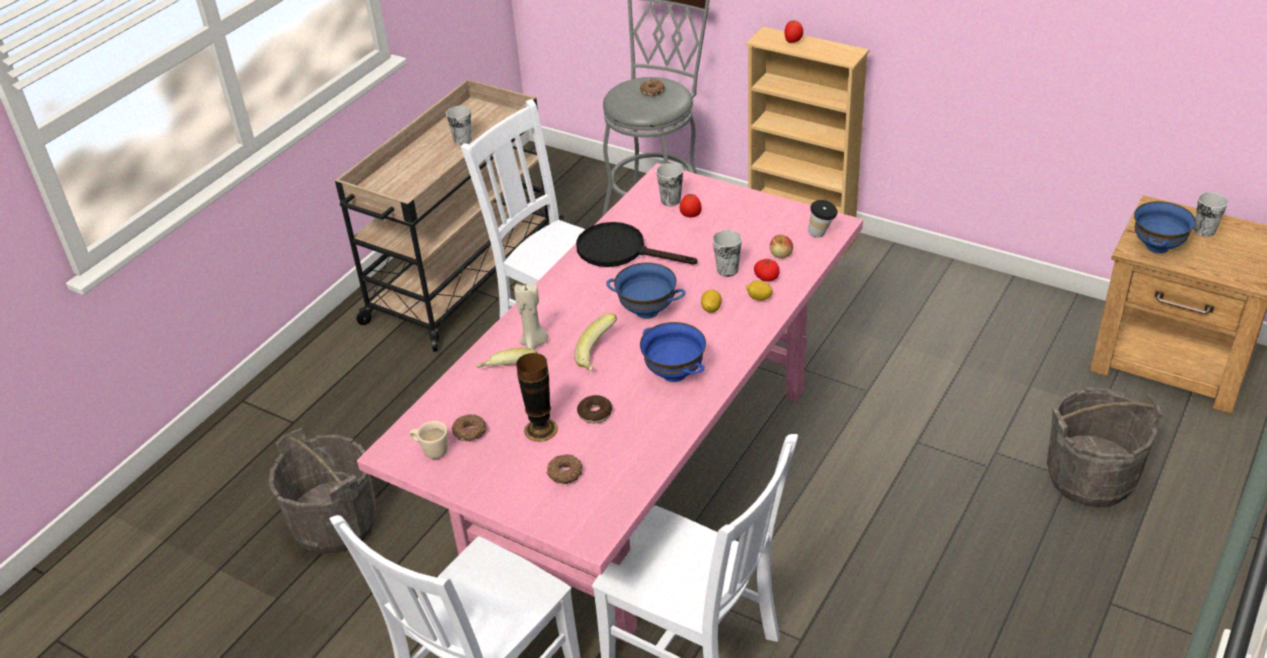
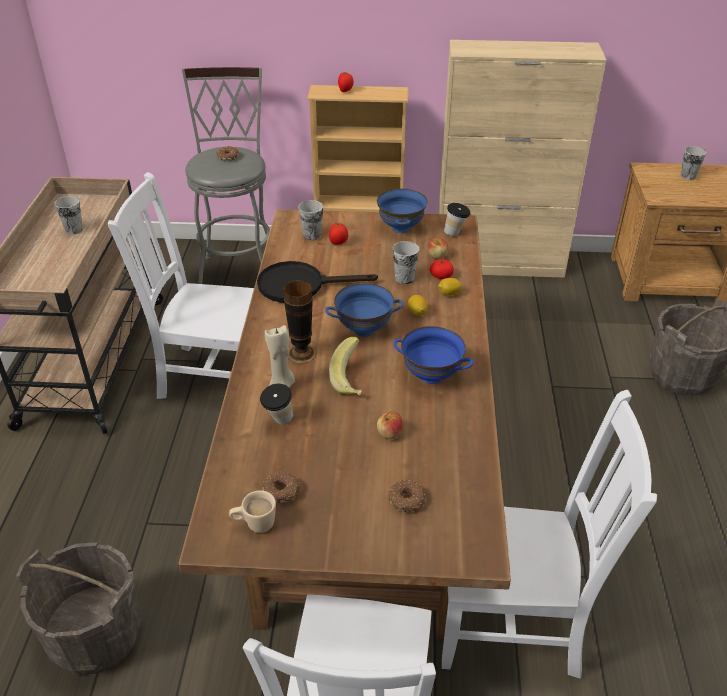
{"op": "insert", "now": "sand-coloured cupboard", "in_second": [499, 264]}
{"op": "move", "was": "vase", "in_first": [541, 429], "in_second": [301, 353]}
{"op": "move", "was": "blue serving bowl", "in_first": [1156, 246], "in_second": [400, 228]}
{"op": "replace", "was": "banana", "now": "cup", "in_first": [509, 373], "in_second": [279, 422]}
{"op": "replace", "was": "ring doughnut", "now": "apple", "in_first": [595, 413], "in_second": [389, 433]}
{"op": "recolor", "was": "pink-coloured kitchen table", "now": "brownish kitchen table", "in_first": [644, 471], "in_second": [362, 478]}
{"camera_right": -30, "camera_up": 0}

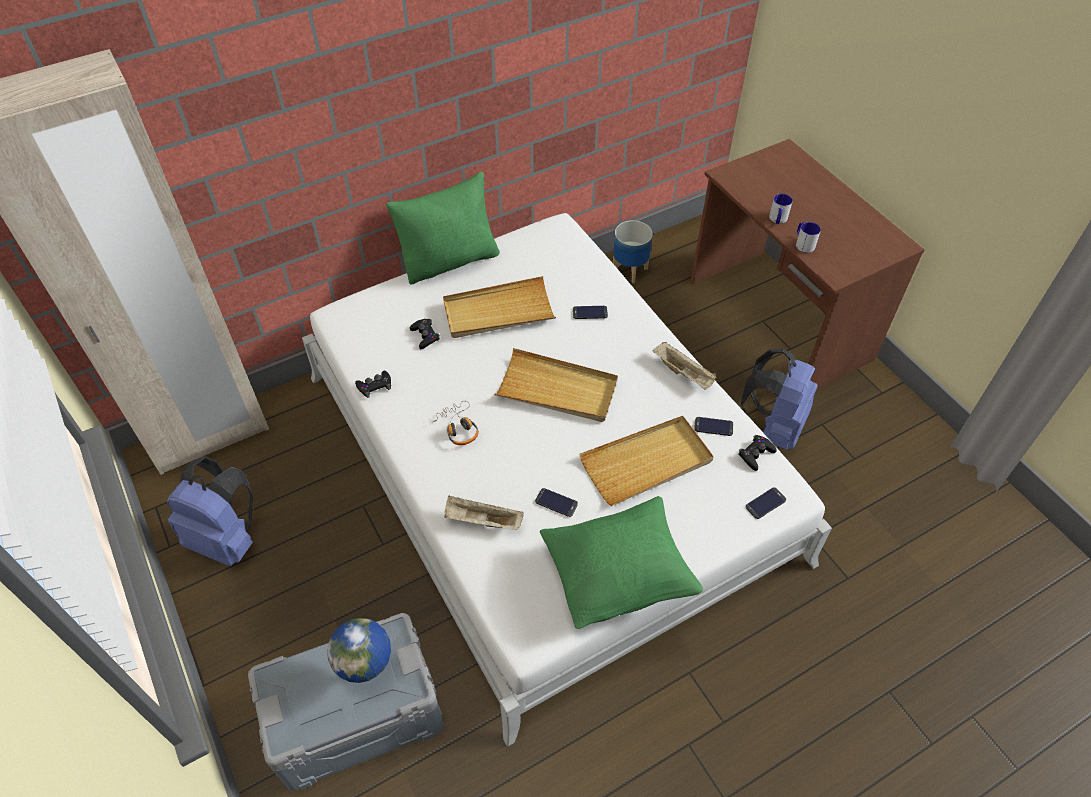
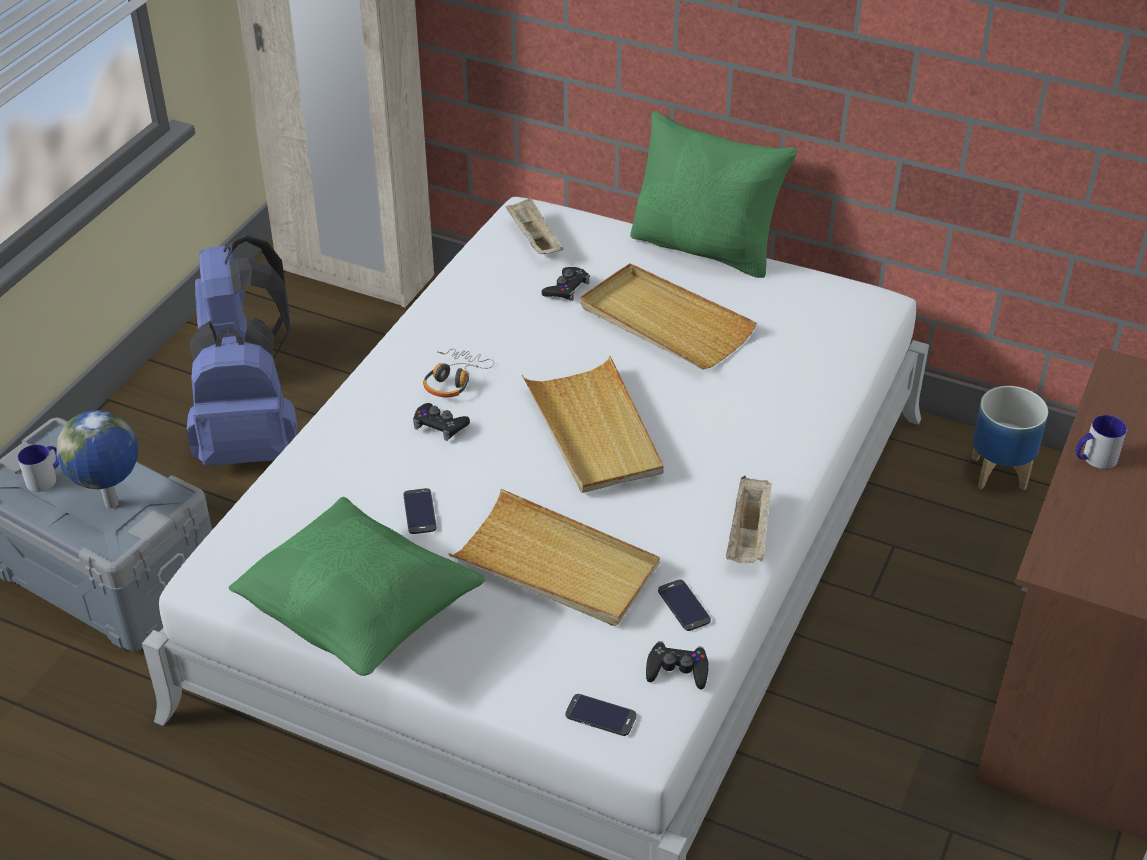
{"op": "delete", "was": "phone", "in_first": [590, 312]}
{"op": "move", "was": "black game controller", "in_first": [375, 386], "in_second": [440, 425]}
{"op": "move", "was": "sand-coloured tray", "in_first": [482, 521], "in_second": [533, 240]}
{"op": "move", "was": "blue backpack", "in_first": [774, 426], "in_second": [248, 448]}
{"op": "move", "was": "coffee mug", "in_first": [803, 243], "in_second": [46, 478]}
{"camera_right": 55, "camera_up": -10}

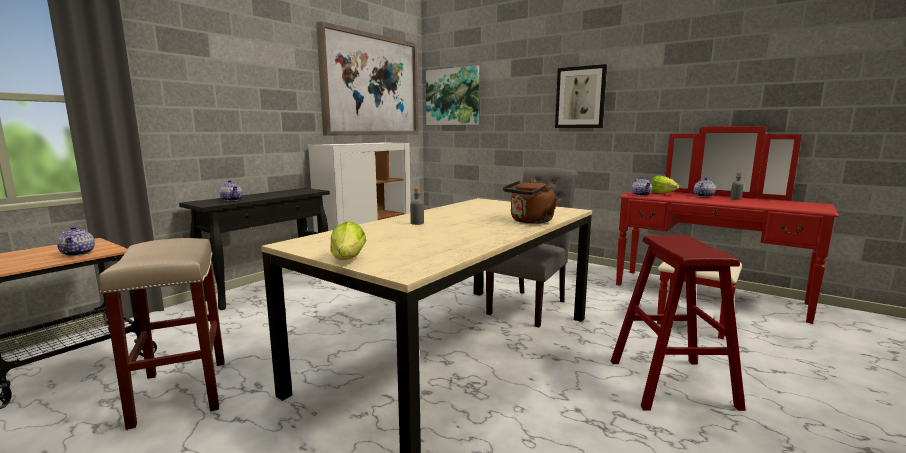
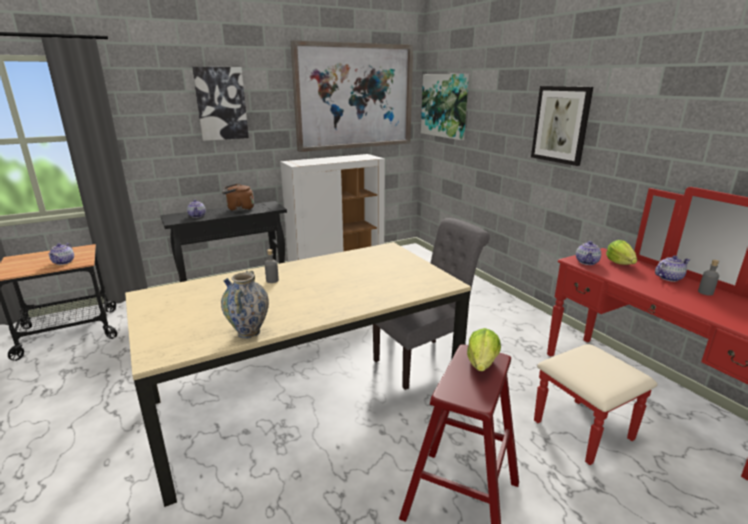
{"op": "delete", "was": "sand-coloured sitting stool", "in_first": [180, 391]}
{"op": "insert", "now": "wall picture", "in_second": [221, 103]}
{"op": "insert", "now": "vase", "in_second": [248, 332]}
{"op": "move", "was": "lettuce head", "in_first": [348, 260], "in_second": [482, 363]}
{"op": "move", "was": "brownish water kettle", "in_first": [530, 221], "in_second": [239, 209]}
{"camera_right": 25, "camera_up": 10}

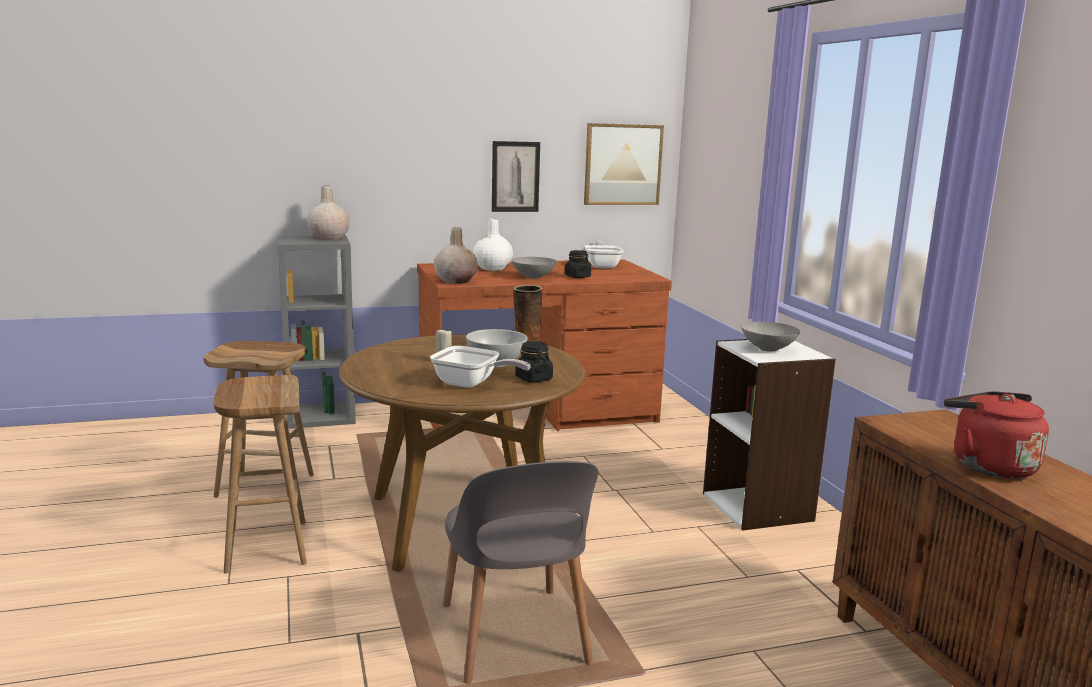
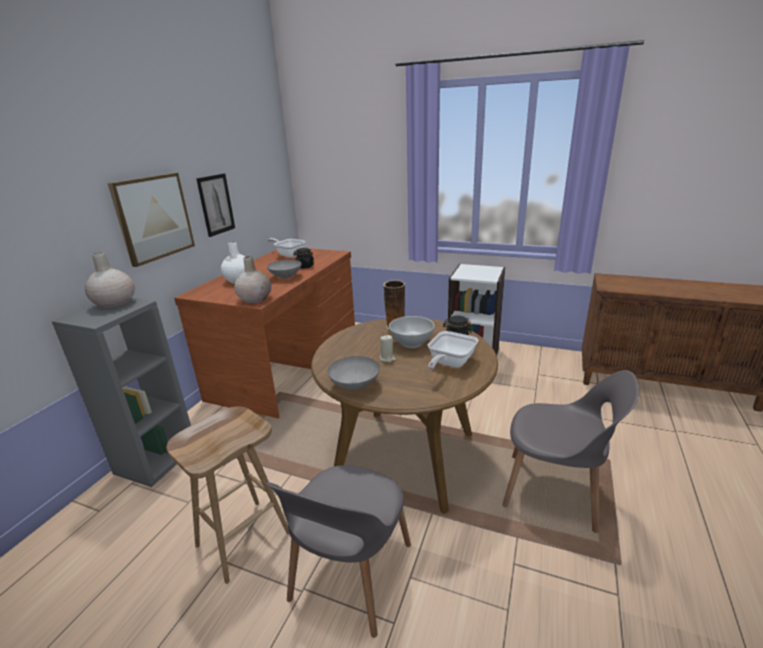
{"op": "delete", "was": "reddish water kettle", "in_first": [988, 465]}
{"op": "move", "was": "wall picture", "in_first": [622, 164], "in_second": [153, 217]}
{"op": "move", "was": "grey serving bowl", "in_first": [767, 349], "in_second": [355, 386]}
{"op": "replace", "was": "brownish sitting stool", "now": "grey upright chair", "in_first": [265, 545], "in_second": [350, 574]}
{"op": "rotate", "was": "frying pan", "in_first": [471, 384], "in_second": [449, 363], "clockwise": 150}
{"camera_right": -50, "camera_up": 10}

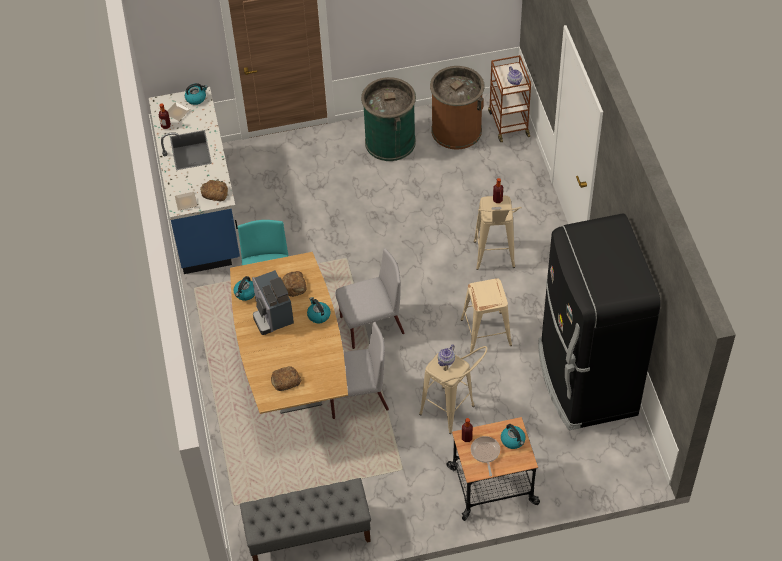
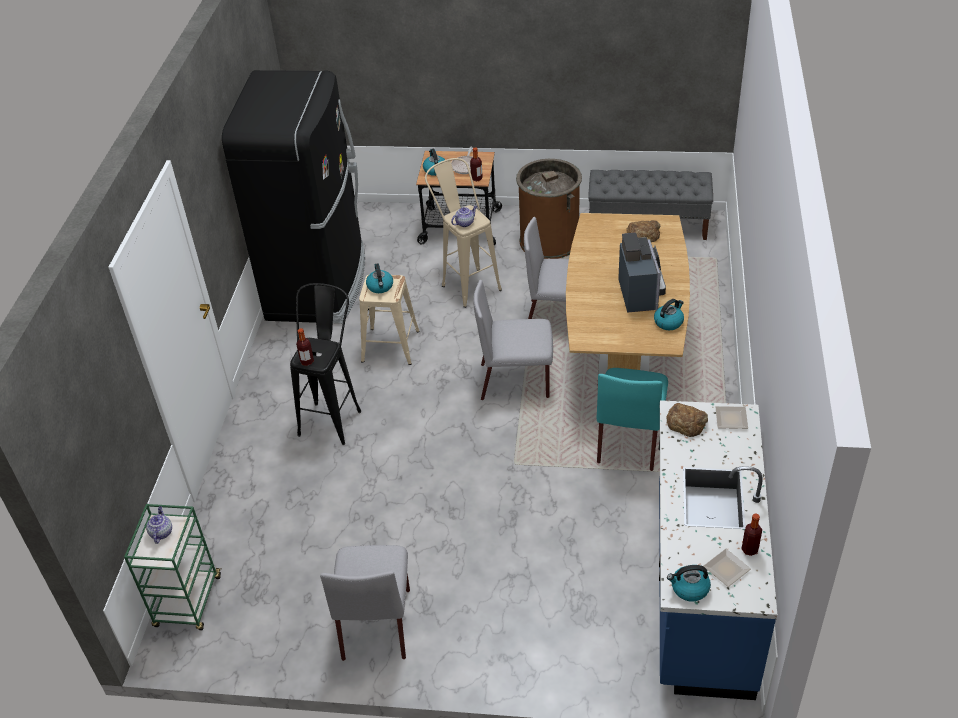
{"op": "delete", "was": "bakery bread", "in_first": [295, 286]}
{"op": "move", "was": "water kettle", "in_first": [318, 315], "in_second": [380, 287]}
{"op": "move", "was": "brownish rubbish bin", "in_first": [456, 130], "in_second": [549, 241]}
{"op": "replace", "was": "greenish rubbish bin", "now": "grey upright chair", "in_first": [390, 142], "in_second": [376, 622]}
{"op": "recolor", "was": "sand-coloured sitting stool", "now": "black sitting stool", "in_first": [494, 261], "in_second": [333, 416]}
{"op": "recolor", "was": "brownish trolley", "now": "greenish trolley", "in_first": [508, 123], "in_second": [188, 603]}
{"camera_right": -160, "camera_up": -10}

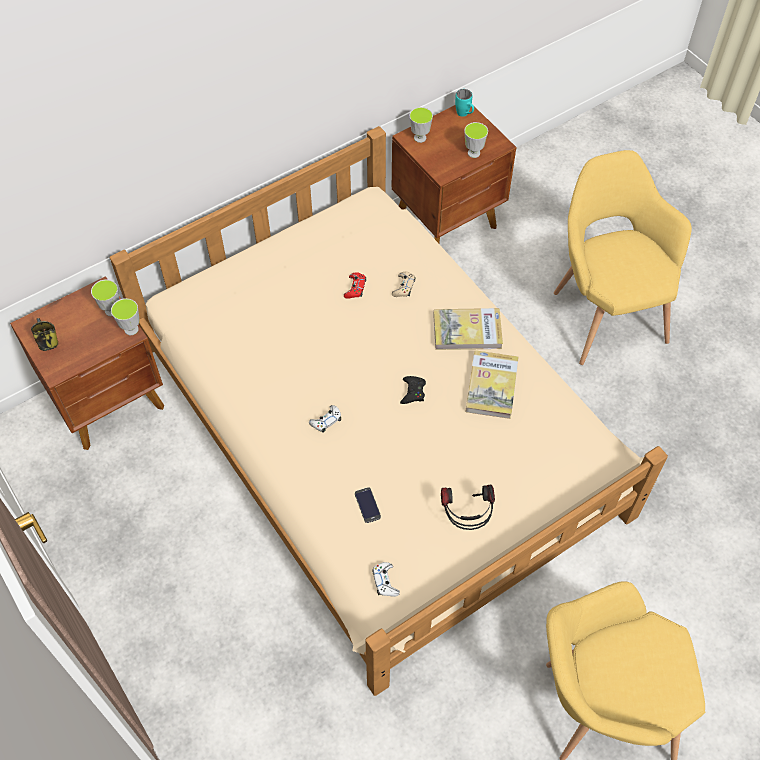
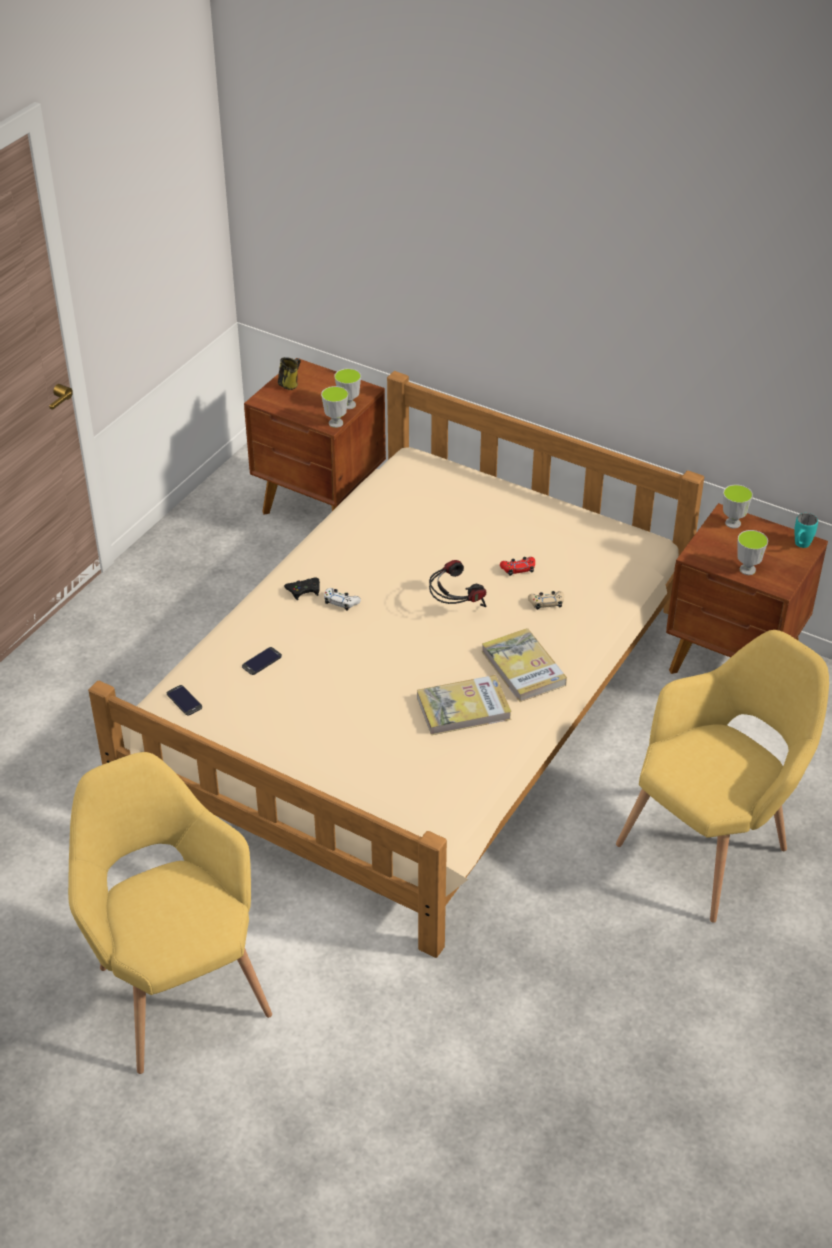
{"op": "move", "was": "black game controller", "in_first": [413, 392], "in_second": [304, 590]}
{"op": "move", "was": "headset", "in_first": [466, 517], "in_second": [454, 607]}
{"op": "replace", "was": "whitish game controller", "now": "phone", "in_first": [385, 582], "in_second": [184, 700]}
{"camera_right": 65, "camera_up": -15}

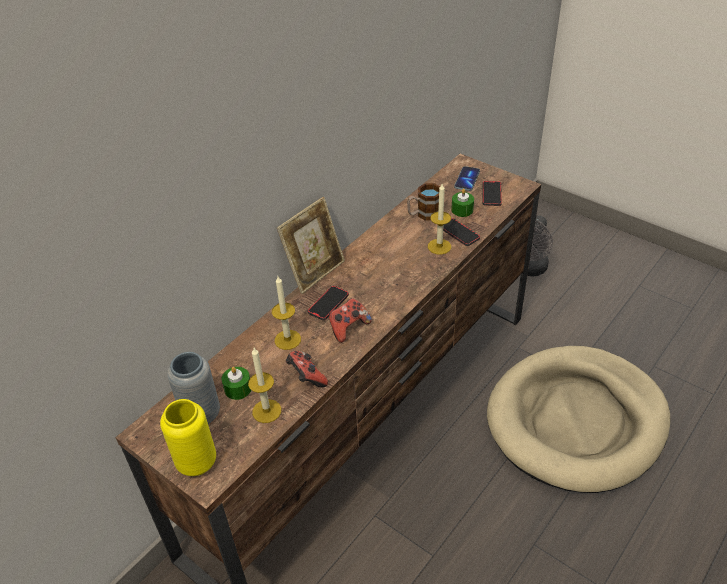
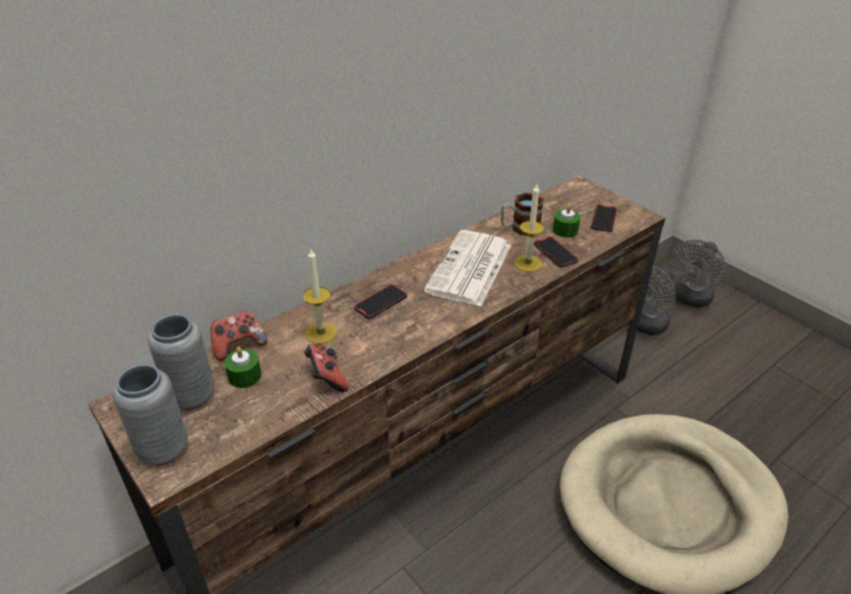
{"op": "delete", "was": "wax light", "in_first": [266, 411]}
{"op": "delete", "was": "standing frame", "in_first": [315, 272]}
{"op": "delete", "was": "phone", "in_first": [467, 179]}
{"op": "insert", "now": "daily paper", "in_second": [470, 269]}
{"op": "insert", "now": "grey electric fan", "in_second": [689, 300]}
{"op": "move", "was": "game controller", "in_first": [348, 327], "in_second": [239, 346]}
{"op": "recolor", "was": "yellow-coloured vase", "now": "grey vase", "in_first": [197, 462], "in_second": [163, 450]}
{"camera_right": 10, "camera_up": -5}

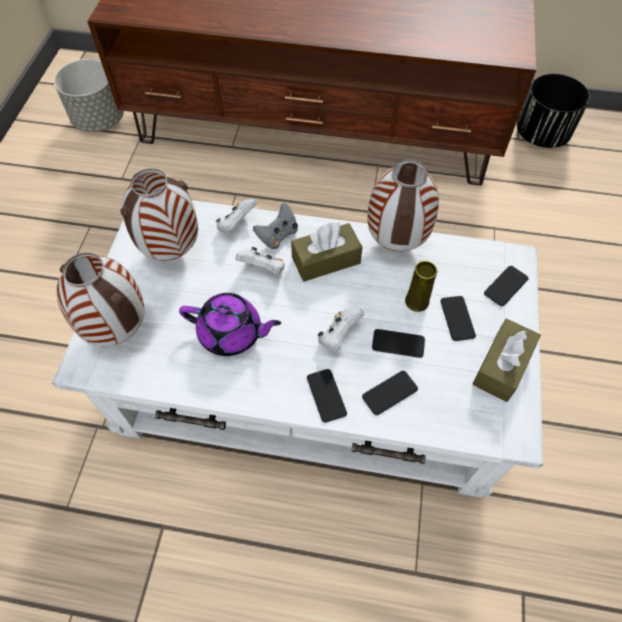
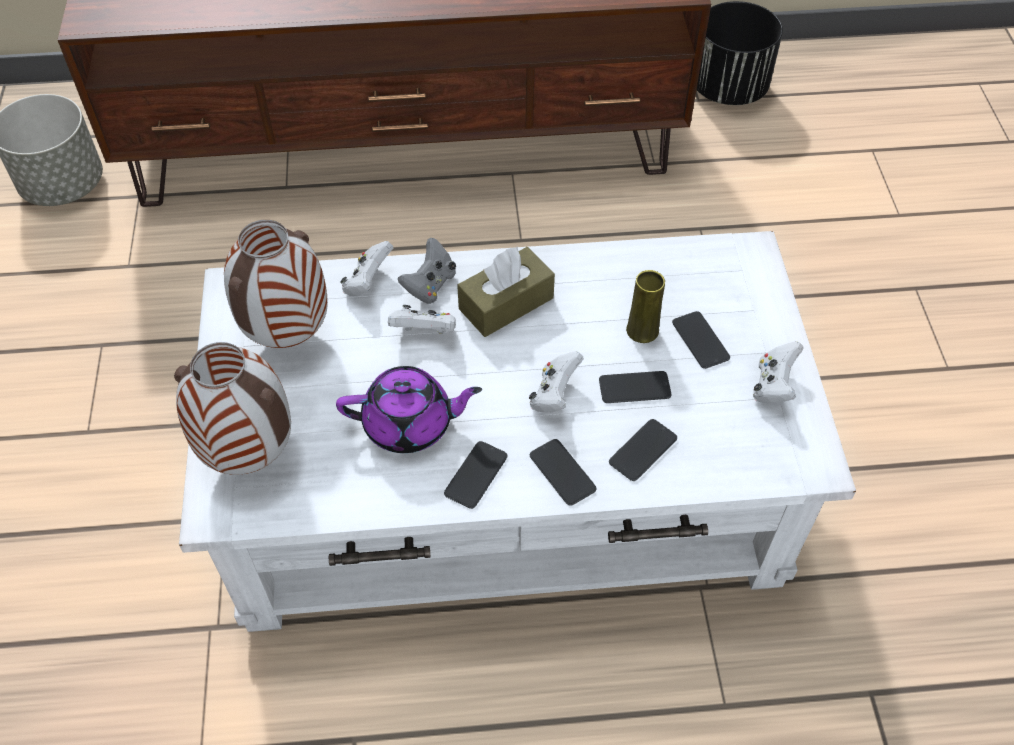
{"op": "delete", "was": "vase", "in_first": [395, 242]}
{"op": "move", "was": "phone", "in_first": [505, 286], "in_second": [476, 475]}
{"op": "replace", "was": "brownish tissue holder", "now": "whitish game controller", "in_first": [502, 366], "in_second": [773, 386]}
{"camera_right": -15, "camera_up": -5}

